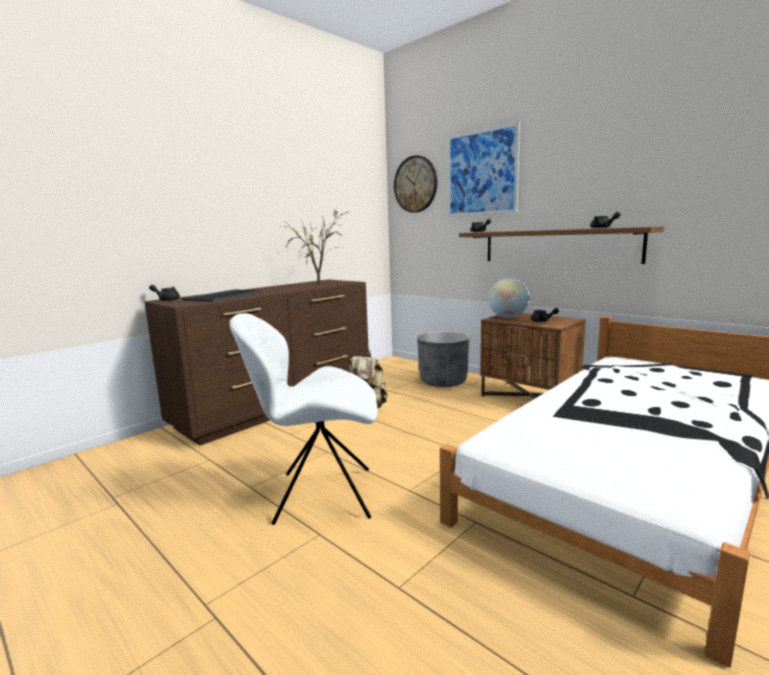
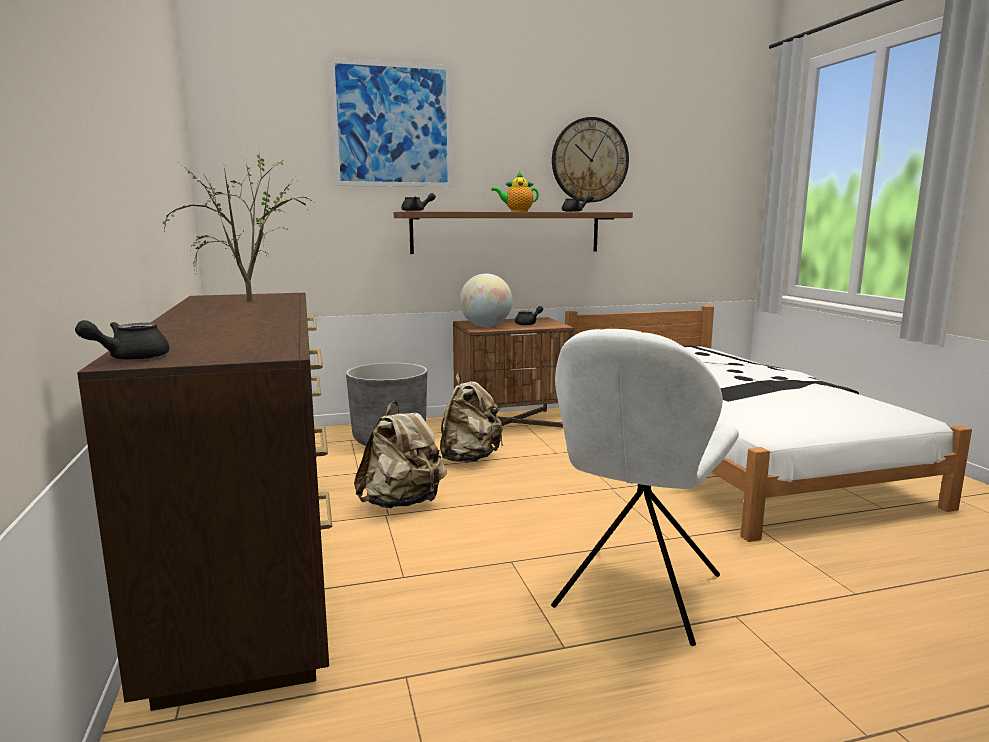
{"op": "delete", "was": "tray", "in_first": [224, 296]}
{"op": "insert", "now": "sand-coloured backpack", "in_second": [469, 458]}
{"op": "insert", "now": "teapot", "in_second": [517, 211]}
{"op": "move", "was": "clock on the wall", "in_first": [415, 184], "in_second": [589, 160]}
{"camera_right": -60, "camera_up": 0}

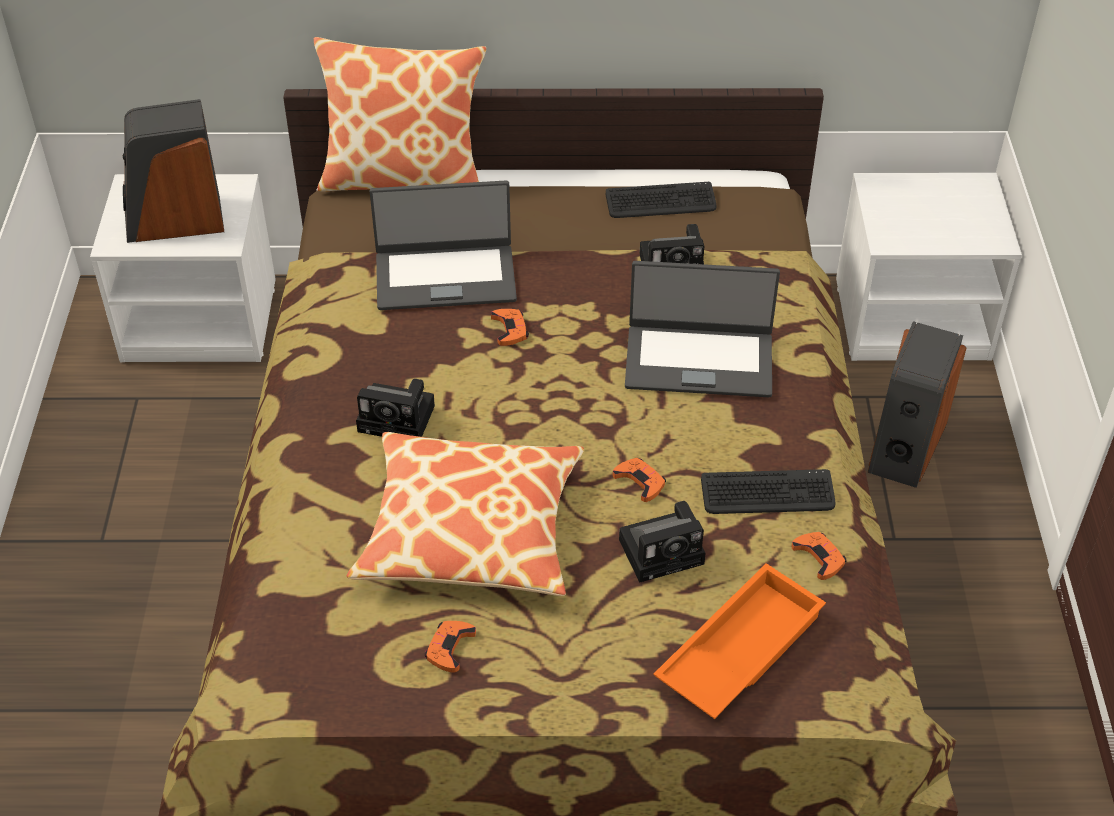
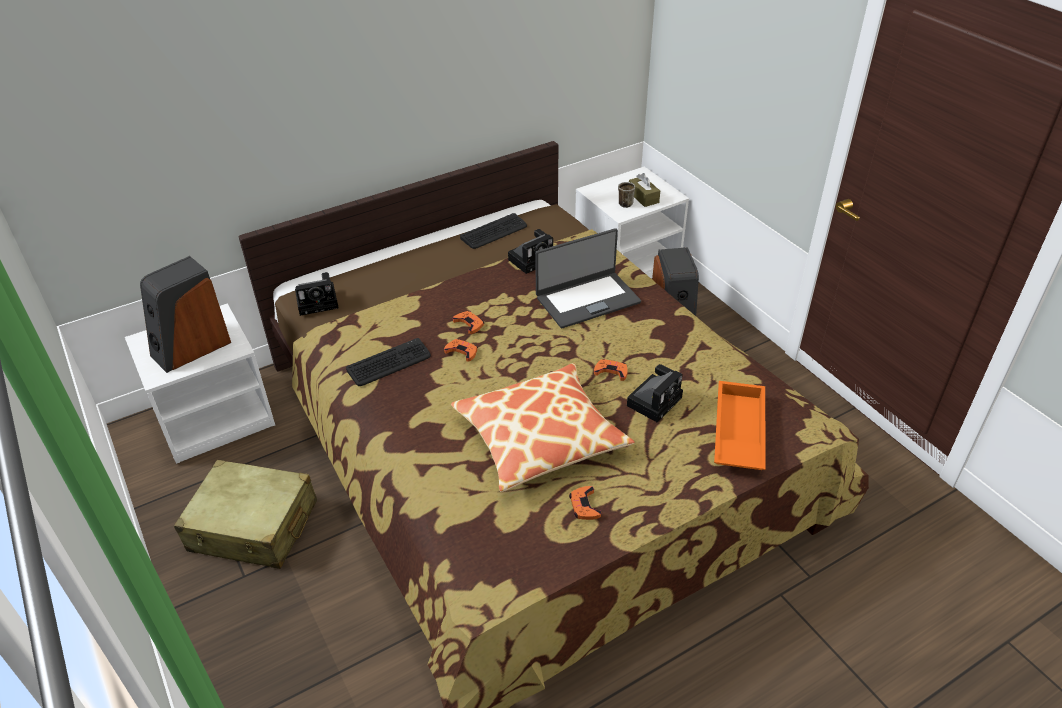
{"op": "delete", "was": "cushion", "in_first": [404, 179]}
{"op": "delete", "was": "laptop", "in_first": [445, 276]}
{"op": "insert", "now": "sand-coloured travel case", "in_second": [253, 526]}
{"op": "insert", "now": "coffee mug", "in_second": [624, 203]}
{"op": "insert", "now": "brownish tissue holder", "in_second": [643, 197]}
{"op": "move", "was": "photo camera", "in_first": [400, 419], "in_second": [319, 302]}
{"op": "move", "was": "keyboard", "in_first": [767, 494], "in_second": [389, 363]}
{"op": "move", "was": "orangey game controller", "in_first": [819, 557], "in_second": [462, 351]}
{"camera_right": -30, "camera_up": -5}

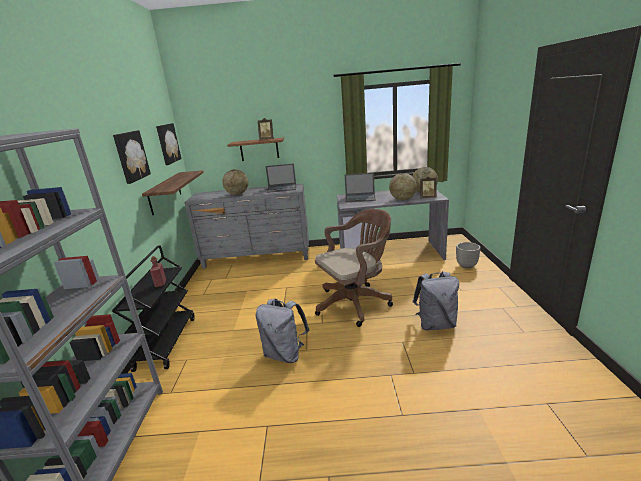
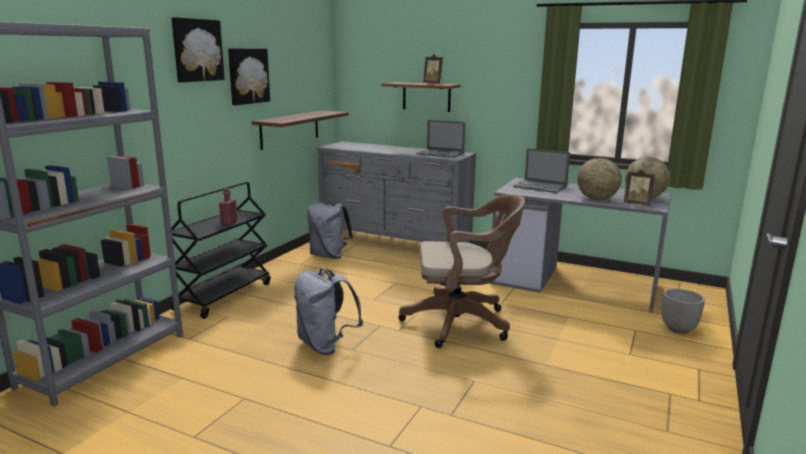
{"op": "delete", "was": "world globe", "in_first": [237, 194]}
{"op": "move", "was": "wall picture", "in_first": [167, 143], "in_second": [197, 50]}
{"op": "move", "was": "grey backpack", "in_first": [435, 324], "in_second": [329, 256]}
{"camera_right": 25, "camera_up": -5}

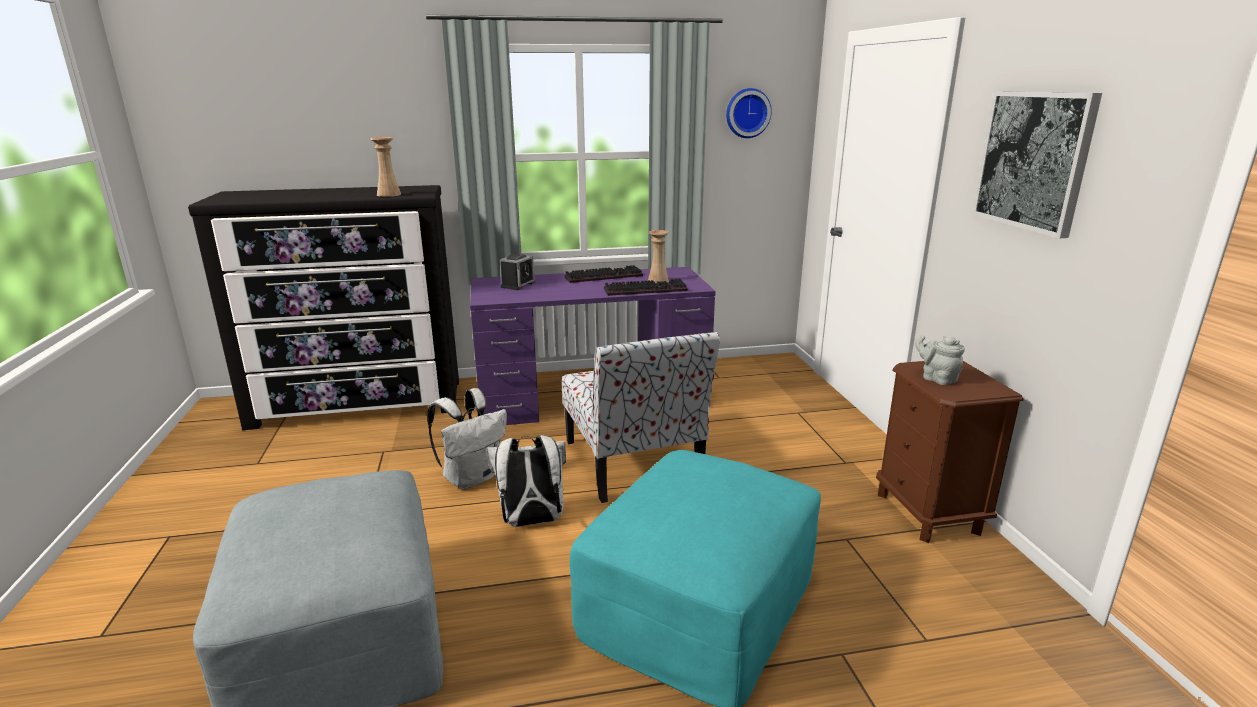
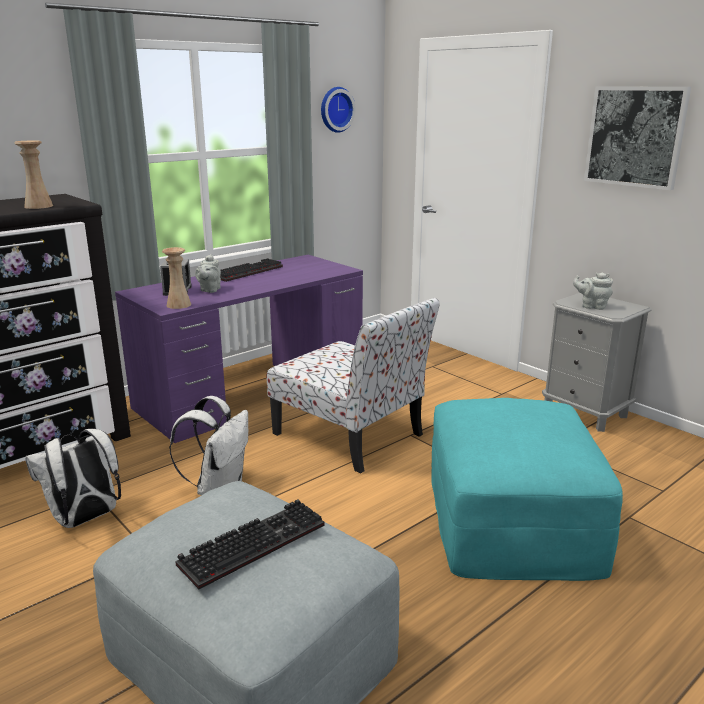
{"op": "insert", "now": "grey teapot", "in_second": [209, 290]}
{"op": "move", "was": "whitish backpack", "in_first": [531, 521], "in_second": [85, 519]}
{"op": "move", "was": "keyboard", "in_first": [646, 289], "in_second": [254, 542]}
{"op": "move", "was": "sand-coloured vase", "in_first": [658, 281], "in_second": [179, 305]}
{"op": "recolor", "was": "brownish nightstand", "now": "grey nightstand", "in_first": [929, 513], "in_second": [585, 412]}
{"camera_right": -30, "camera_up": 0}

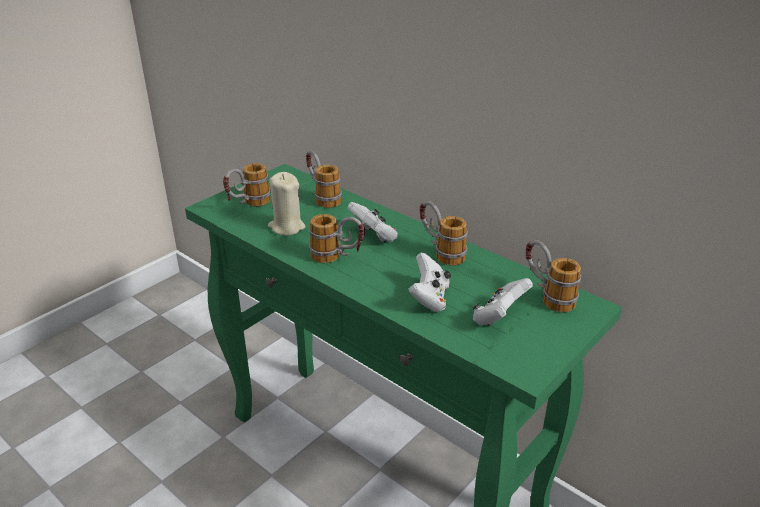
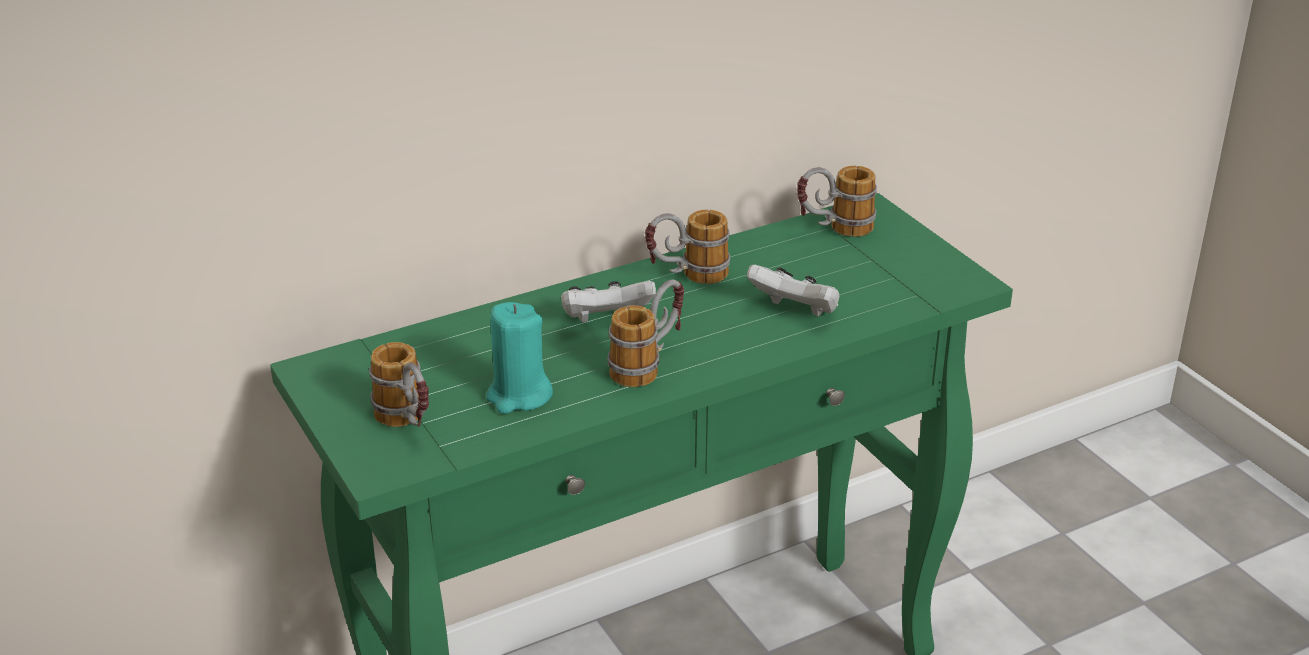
{"op": "delete", "was": "coffee mug", "in_first": [322, 197]}
{"op": "delete", "was": "whitish game controller", "in_first": [499, 317]}
{"op": "recolor", "was": "sand-coloured wax light", "now": "blue-green wax light", "in_first": [287, 227], "in_second": [518, 396]}
{"camera_right": -70, "camera_up": 0}

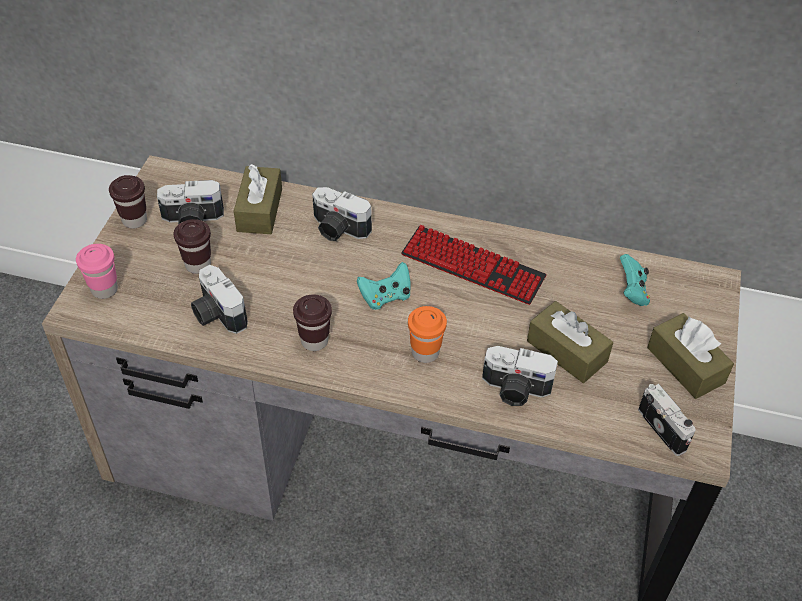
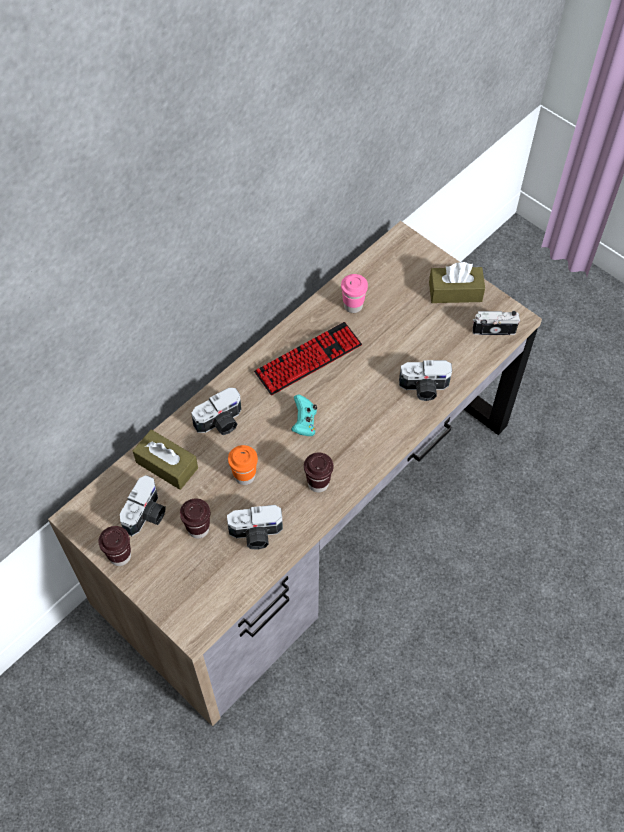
{"op": "delete", "was": "brownish tissue holder", "in_first": [567, 351]}
{"op": "delete", "was": "blue-green game controller", "in_first": [632, 292]}
{"op": "move", "was": "pink-coloured cup", "in_first": [104, 289], "in_second": [353, 306]}
{"op": "move", "was": "orangey cup", "in_first": [425, 352], "in_second": [244, 476]}
{"op": "rotate", "was": "photo camera", "in_first": [515, 390], "in_second": [424, 389], "clockwise": 45}
{"camera_right": -60, "camera_up": 10}

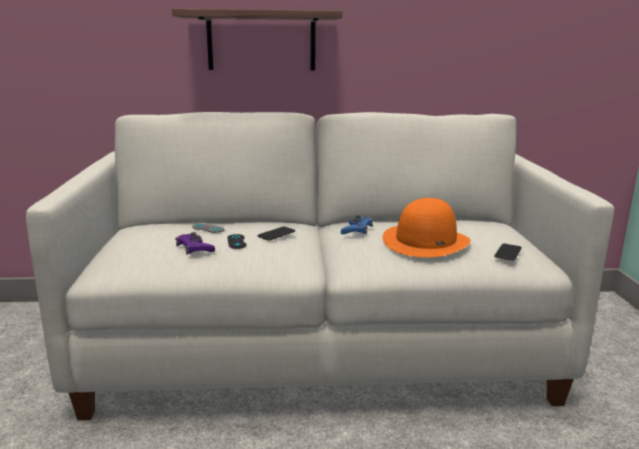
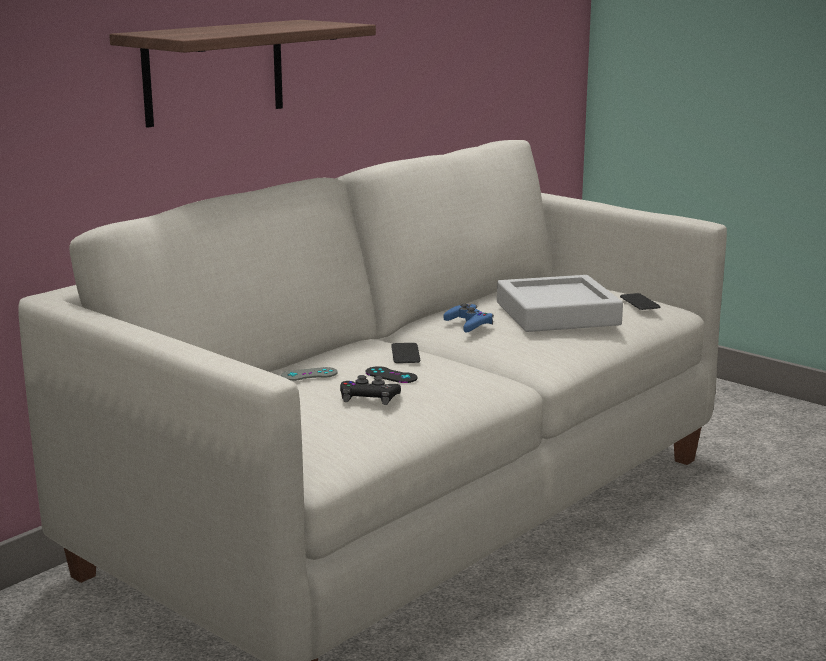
{"op": "replace", "was": "orangey hat", "now": "grey tray", "in_first": [426, 241], "in_second": [557, 314]}
{"op": "recolor", "was": "purple-coloured game controller", "now": "black game controller", "in_first": [194, 249], "in_second": [369, 398]}
{"camera_right": -45, "camera_up": 0}

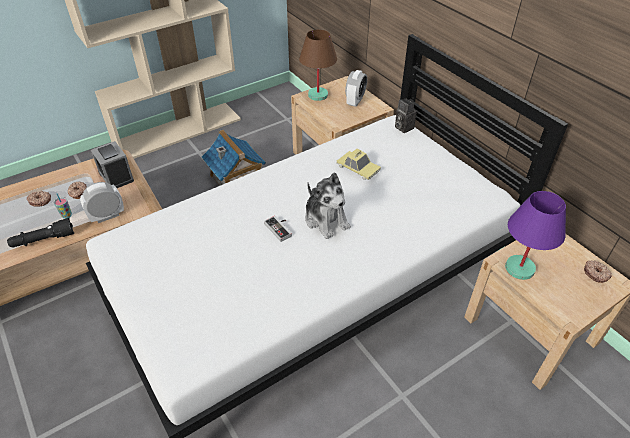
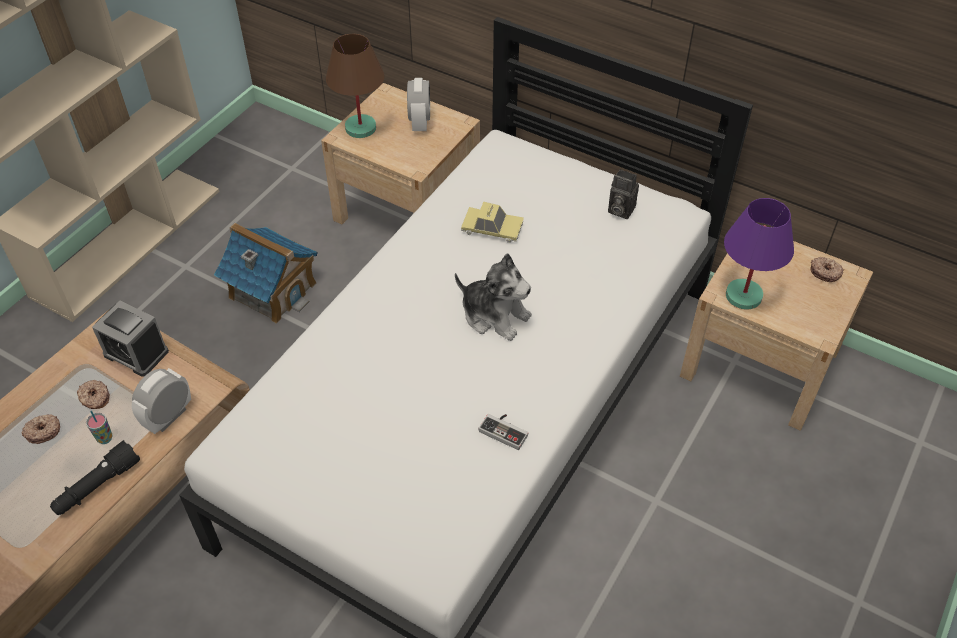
{"op": "move", "was": "game controller", "in_first": [280, 229], "in_second": [505, 430]}
{"op": "move", "was": "photo camera", "in_first": [402, 127], "in_second": [619, 210]}
{"camera_right": -25, "camera_up": 5}

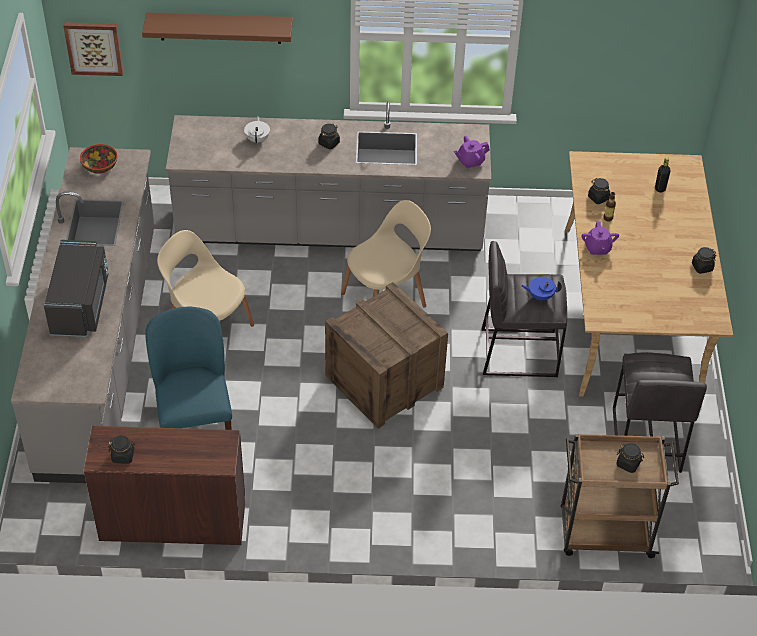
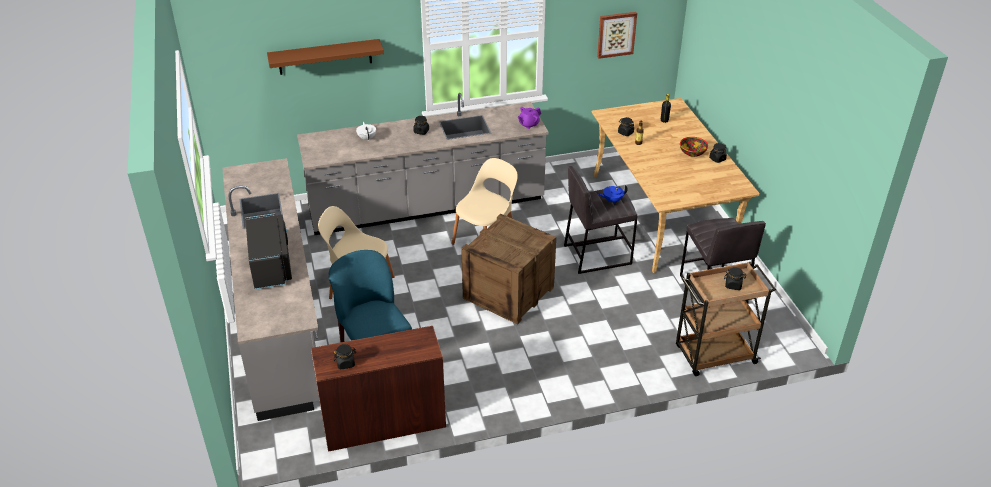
{"op": "delete", "was": "purple-coloured teapot", "in_first": [597, 248]}
{"op": "move", "was": "wall picture", "in_first": [94, 47], "in_second": [616, 34]}
{"op": "move", "was": "serving bowl", "in_first": [100, 167], "in_second": [692, 153]}
{"camera_right": -15, "camera_up": -10}

